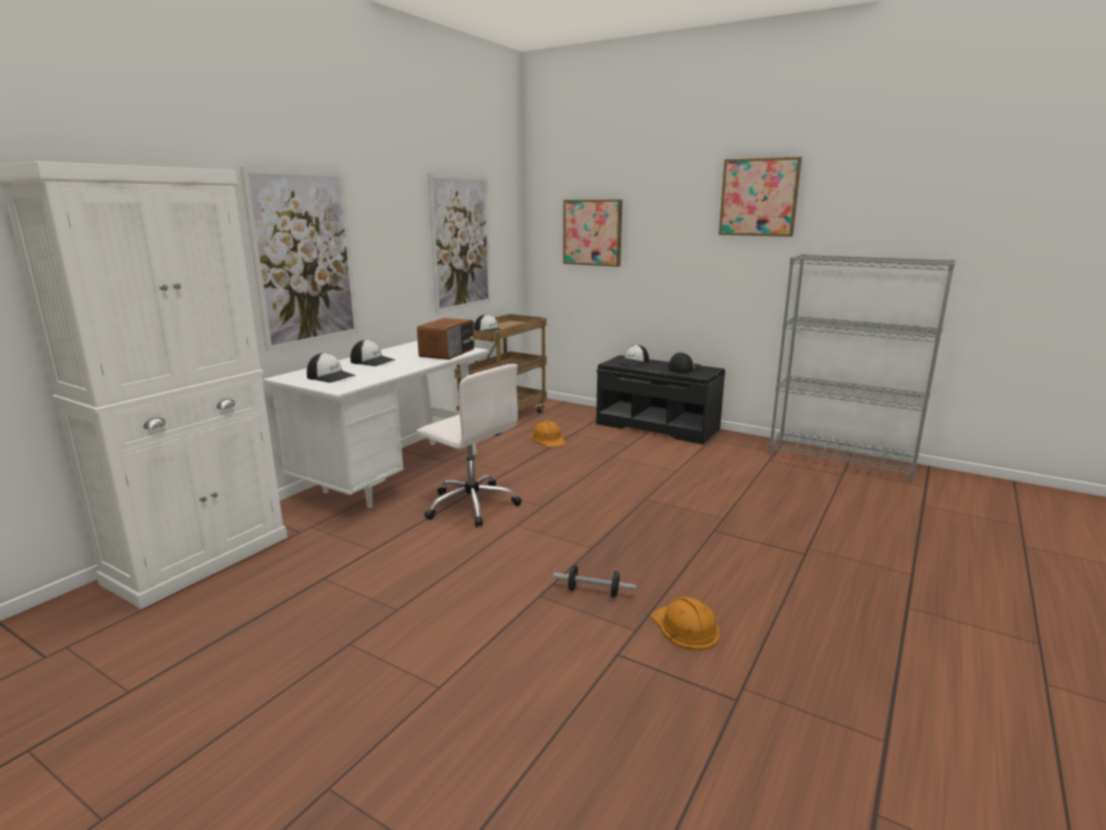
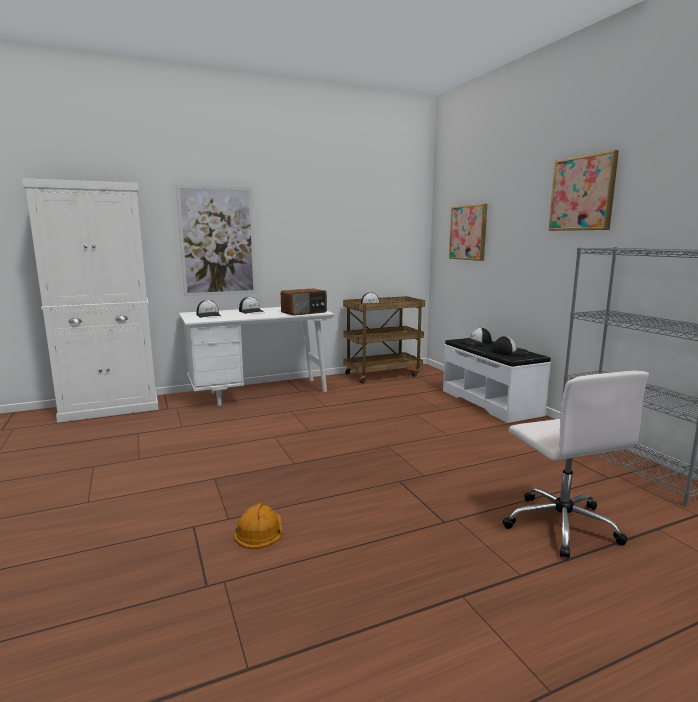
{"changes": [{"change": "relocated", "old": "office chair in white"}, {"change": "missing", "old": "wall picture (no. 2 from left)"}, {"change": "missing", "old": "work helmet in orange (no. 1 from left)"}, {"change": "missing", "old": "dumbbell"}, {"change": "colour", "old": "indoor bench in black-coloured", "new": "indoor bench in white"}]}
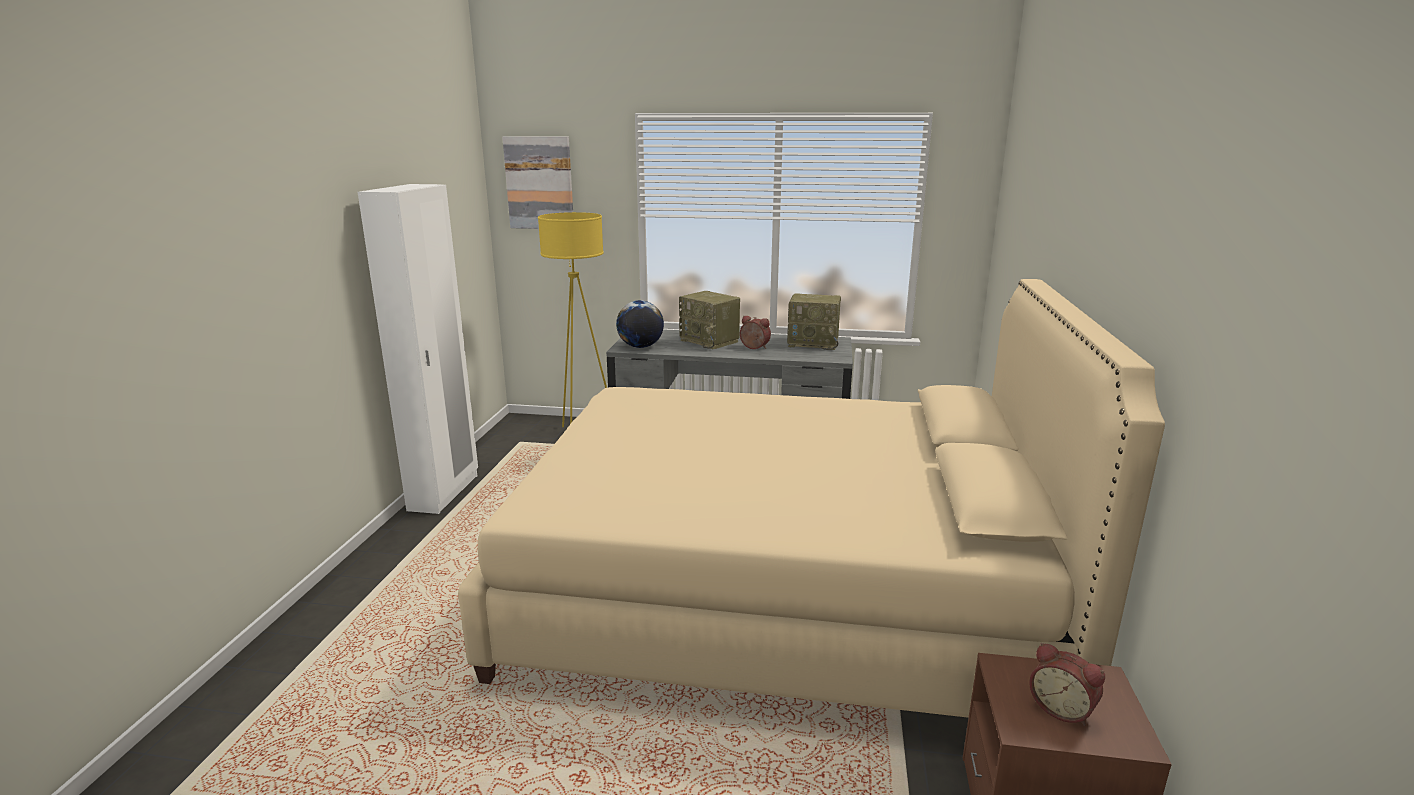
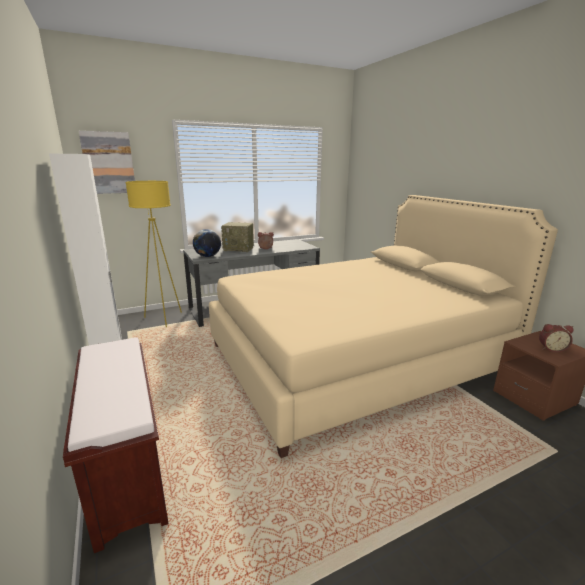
{"changes": [{"change": "missing", "old": "radio receiver (no. 2 from left)"}, {"change": "appeared", "new": "indoor bench in brown-coloured"}]}
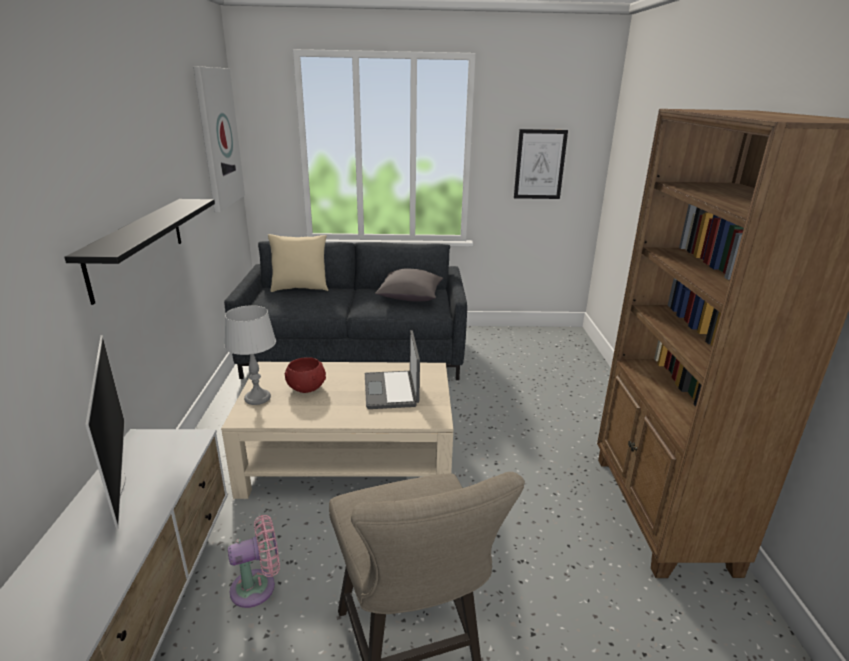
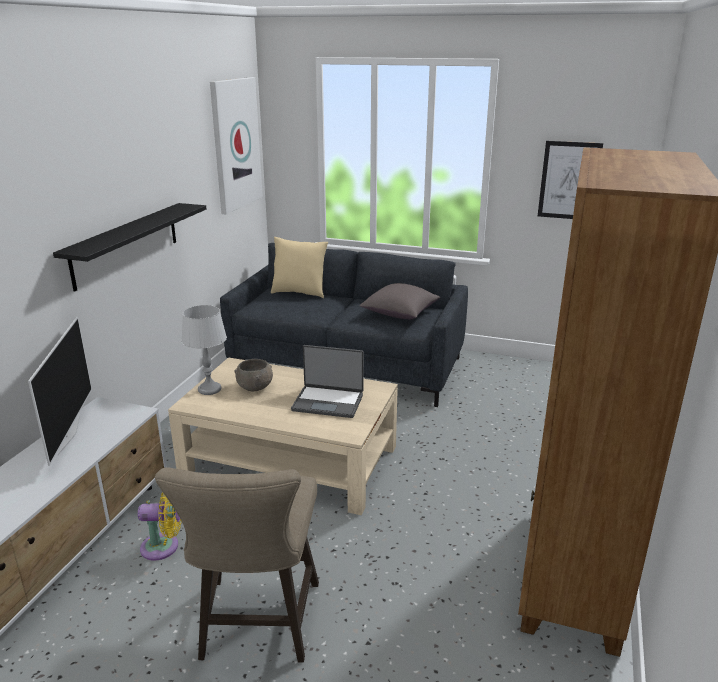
{"changes": [{"change": "colour", "old": "cooling fan in pink", "new": "cooling fan in yellowish"}, {"change": "colour", "old": "bowl in red-coloured", "new": "bowl in greyish"}, {"change": "spun", "old": "laptop", "degrees": -90}]}
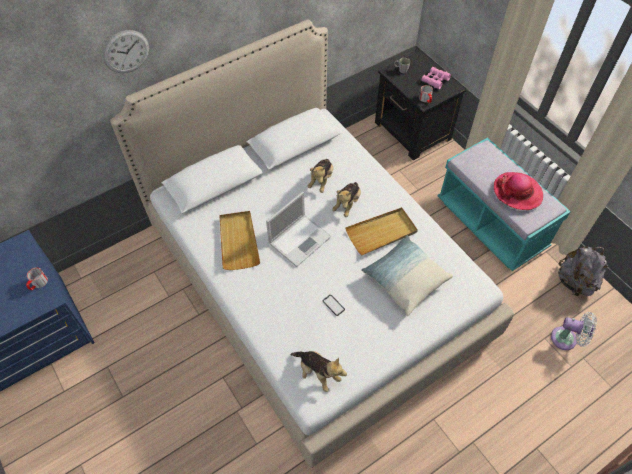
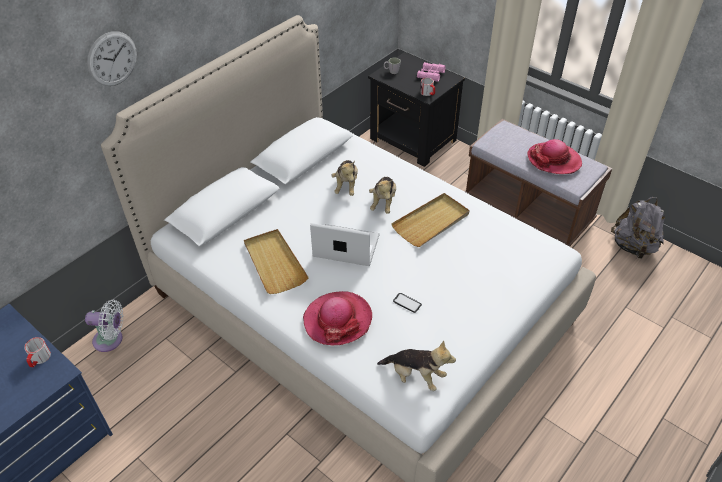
{"changes": [{"change": "spun", "old": "laptop", "degrees": -105}, {"change": "missing", "old": "pillow"}, {"change": "colour", "old": "indoor bench in turquoise-coloured", "new": "indoor bench in brown-coloured"}, {"change": "relocated", "old": "cooling fan in white"}, {"change": "appeared", "new": "hat (no. 1 from left)"}]}
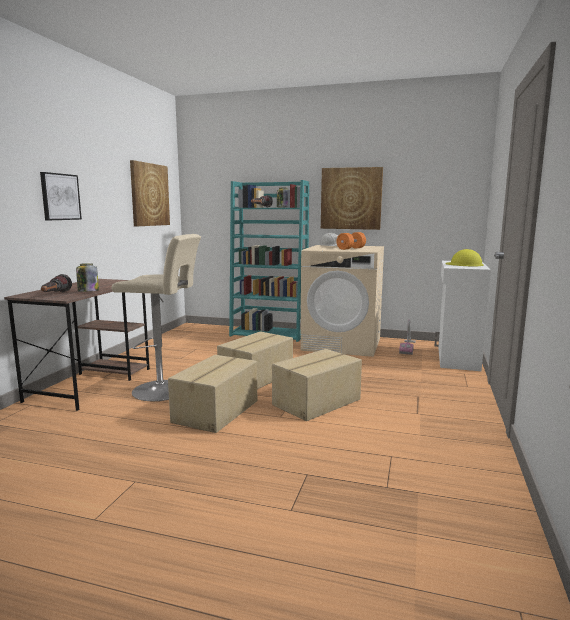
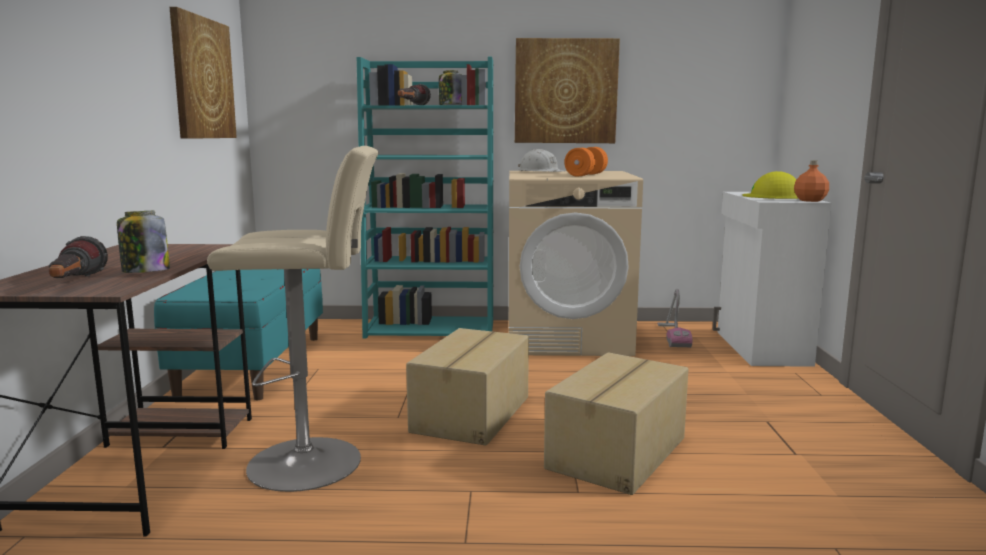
{"changes": [{"change": "missing", "old": "wall picture (no. 1 from left)"}, {"change": "missing", "old": "carton (no. 1 from left)"}, {"change": "appeared", "new": "indoor bench in turquoise-coloured"}, {"change": "appeared", "new": "beverage bottle in orange"}]}
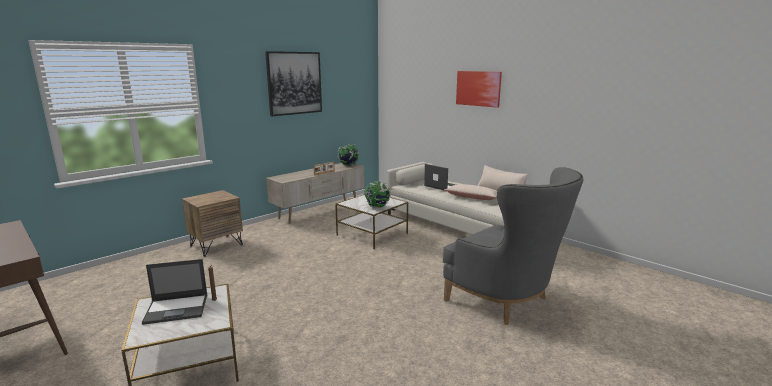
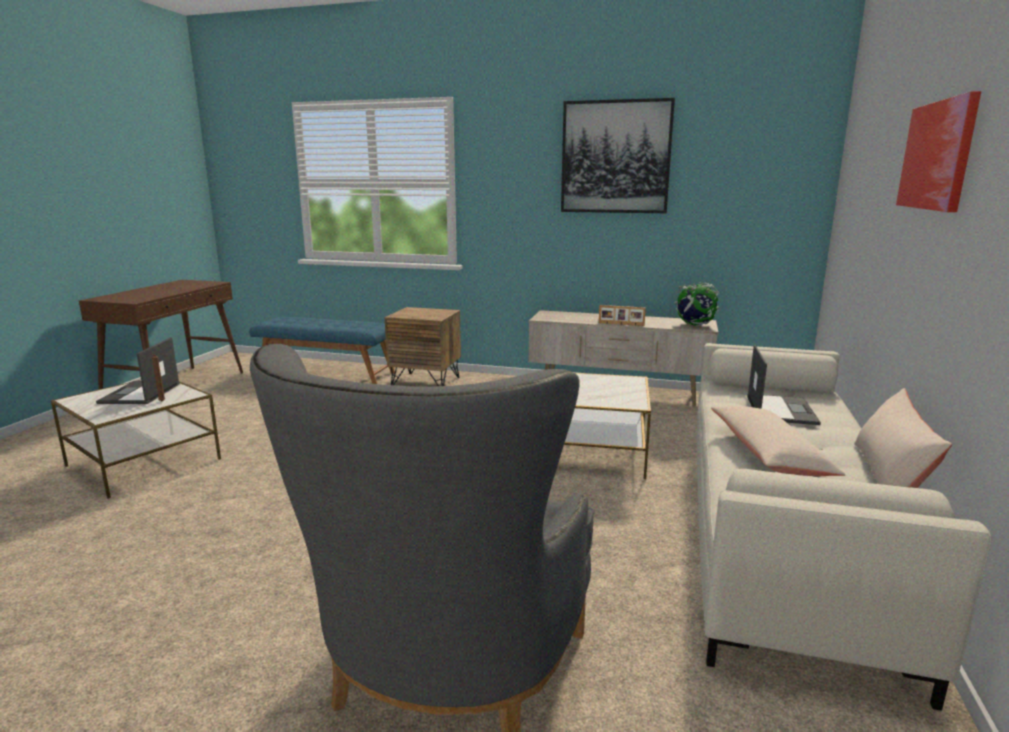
{"changes": [{"change": "spun", "old": "laptop (no. 1 from left)", "degrees": 45}, {"change": "missing", "old": "world globe (no. 2 from left)"}, {"change": "appeared", "new": "indoor bench in blue-coloured"}]}
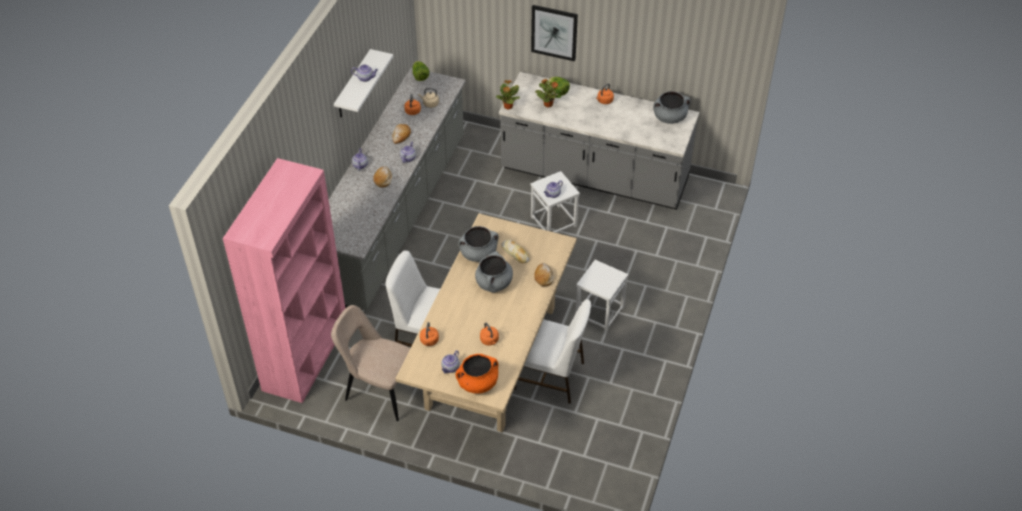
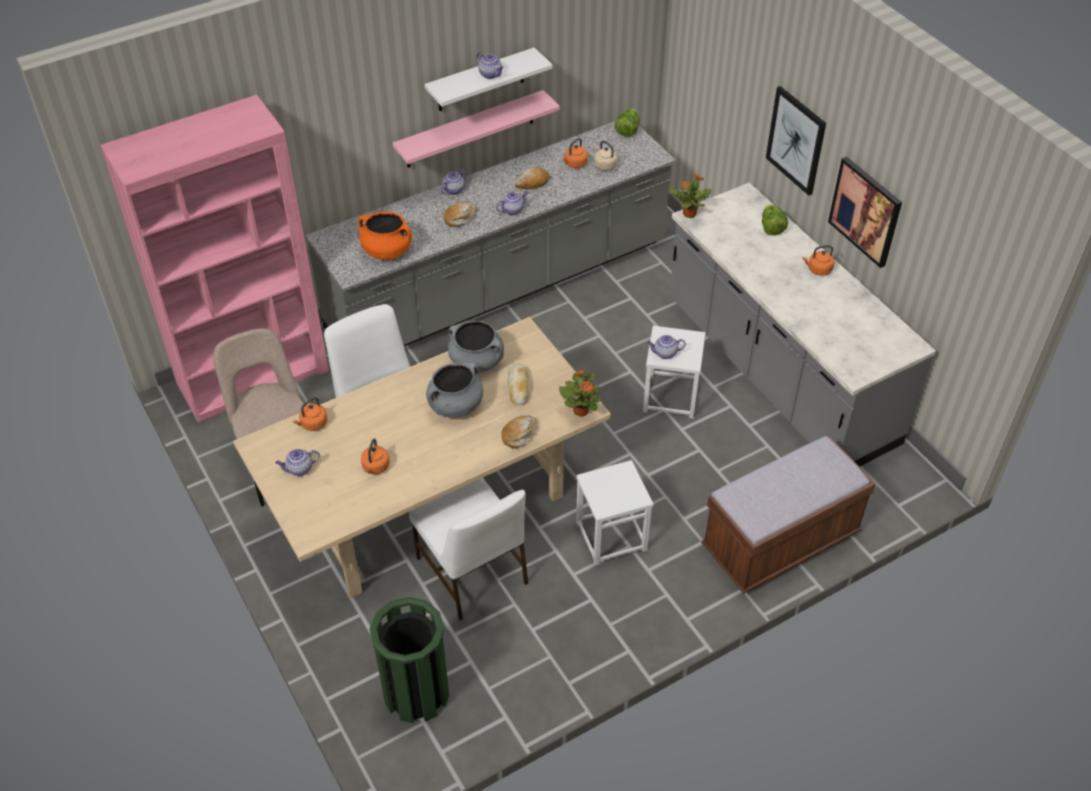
{"changes": [{"change": "relocated", "old": "saucepot in orange"}, {"change": "relocated", "old": "potted plant (no. 2 from left in the first image)", "new": "potted plant (no. 1 from left)"}, {"change": "missing", "old": "saucepot in greyish (no. 3 from left)"}, {"change": "appeared", "new": "rubbish bin in green"}, {"change": "appeared", "new": "bracket shelf in pink"}, {"change": "appeared", "new": "indoor bench in brown-coloured"}, {"change": "appeared", "new": "wall picture (no. 2 from left)"}]}
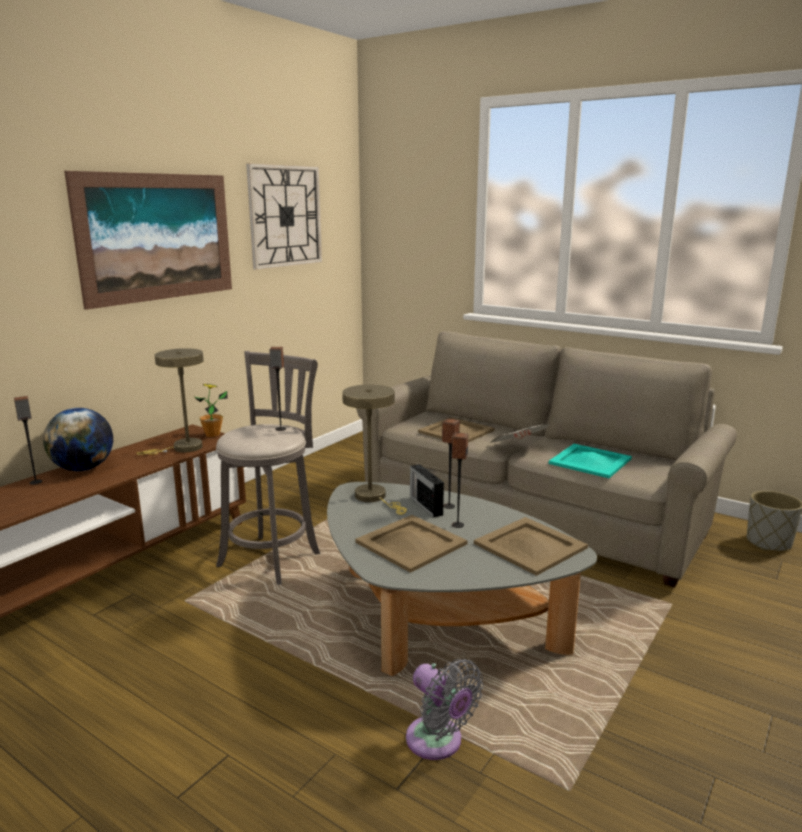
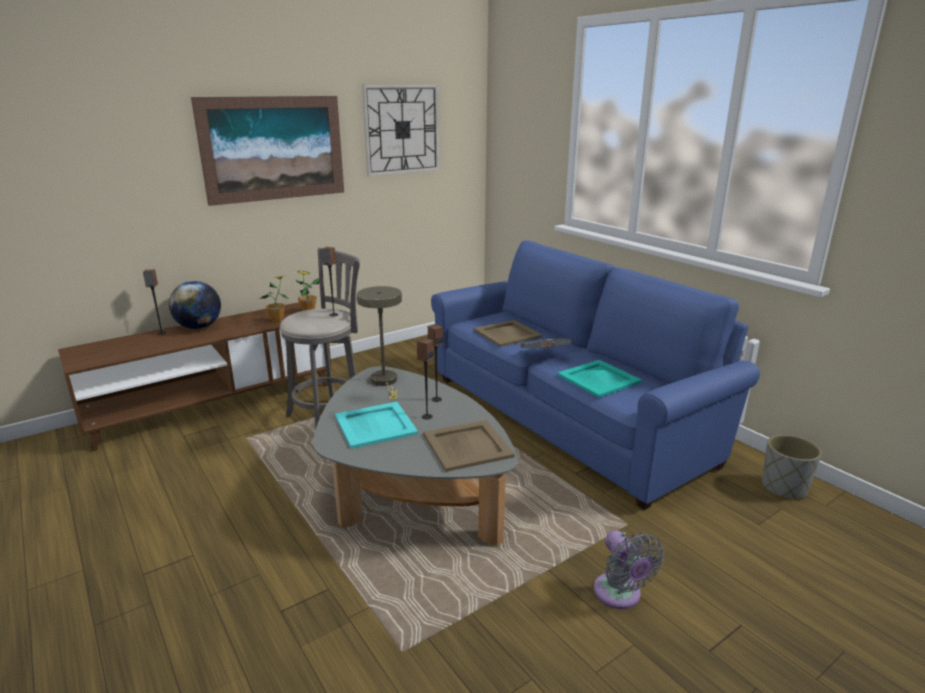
{"changes": [{"change": "exchanged", "old": "table lamp in beige-coloured (no. 1 from left)", "new": "potted plant (no. 1 from left)"}, {"change": "colour", "old": "serving tray in beige-coloured (no. 1 from left)", "new": "serving tray in turquoise-coloured (no. 1 from left)"}, {"change": "colour", "old": "couch in beige-coloured", "new": "couch in blue-coloured"}, {"change": "relocated", "old": "cooling fan in greyish"}, {"change": "missing", "old": "radio receiver"}]}
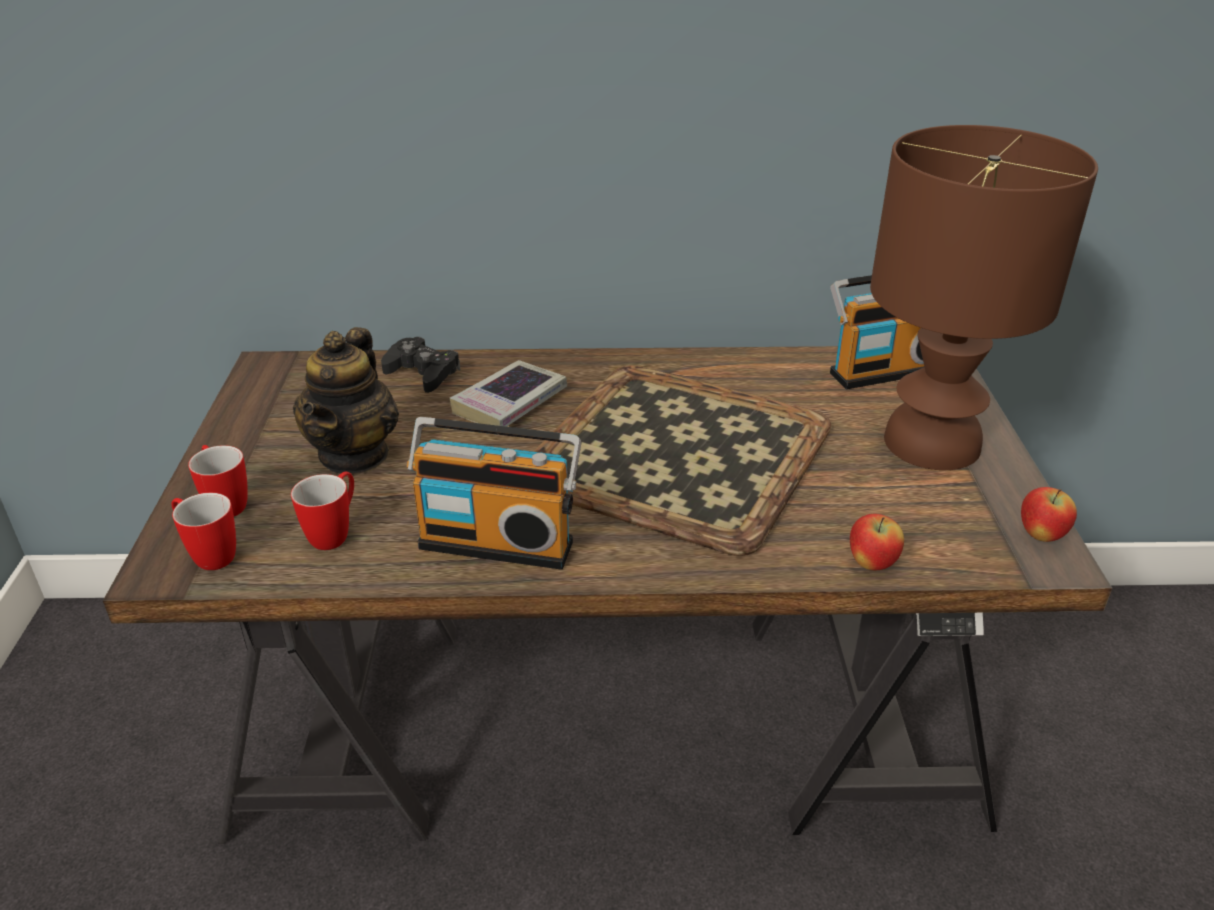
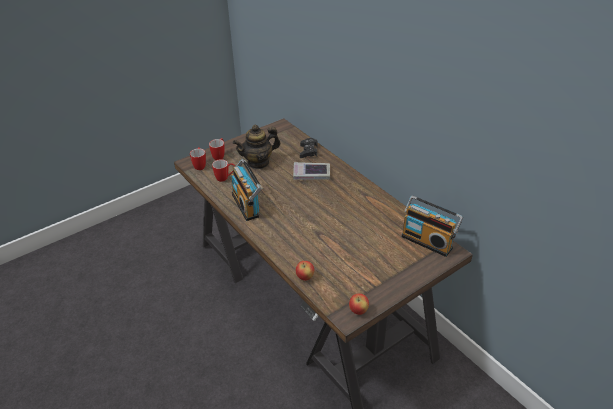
{"changes": [{"change": "missing", "old": "serving tray"}, {"change": "missing", "old": "table lamp in brown-coloured"}]}
